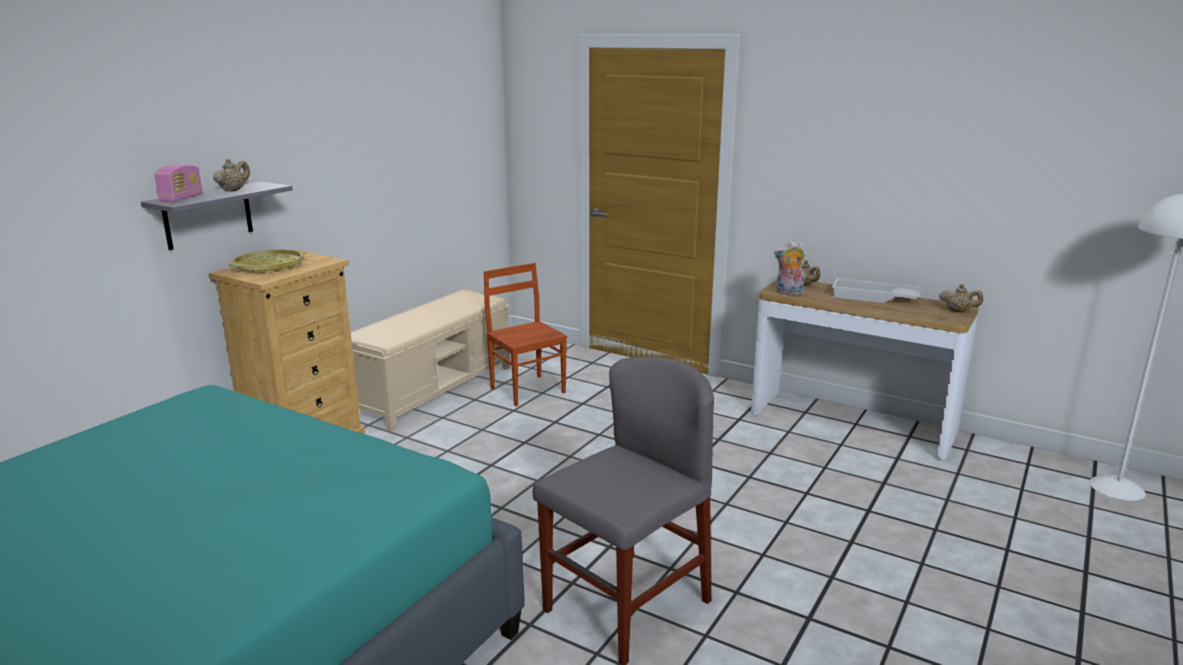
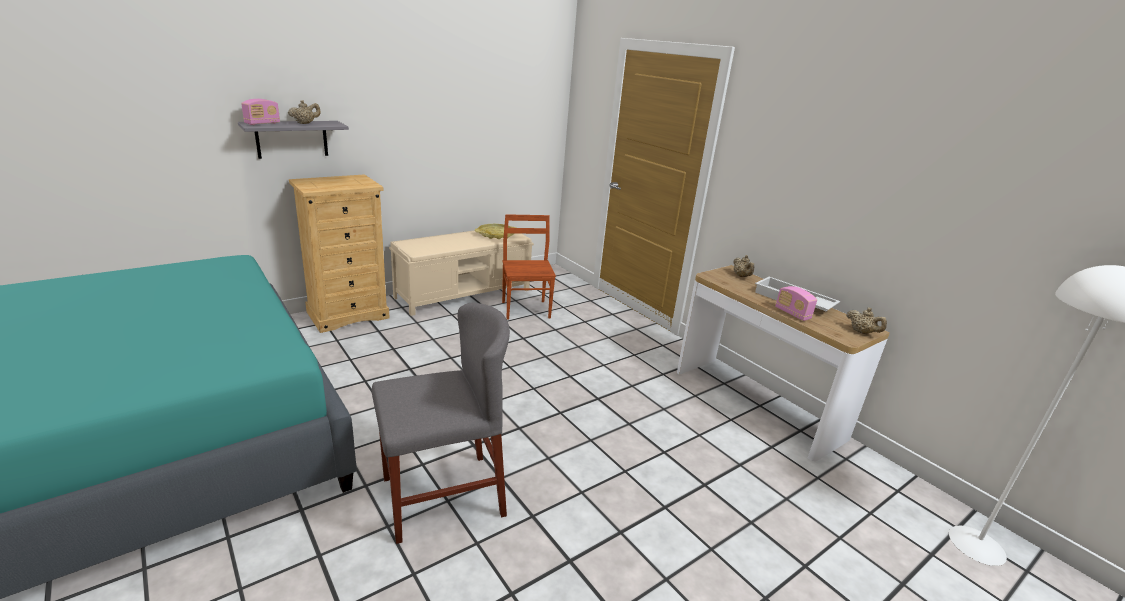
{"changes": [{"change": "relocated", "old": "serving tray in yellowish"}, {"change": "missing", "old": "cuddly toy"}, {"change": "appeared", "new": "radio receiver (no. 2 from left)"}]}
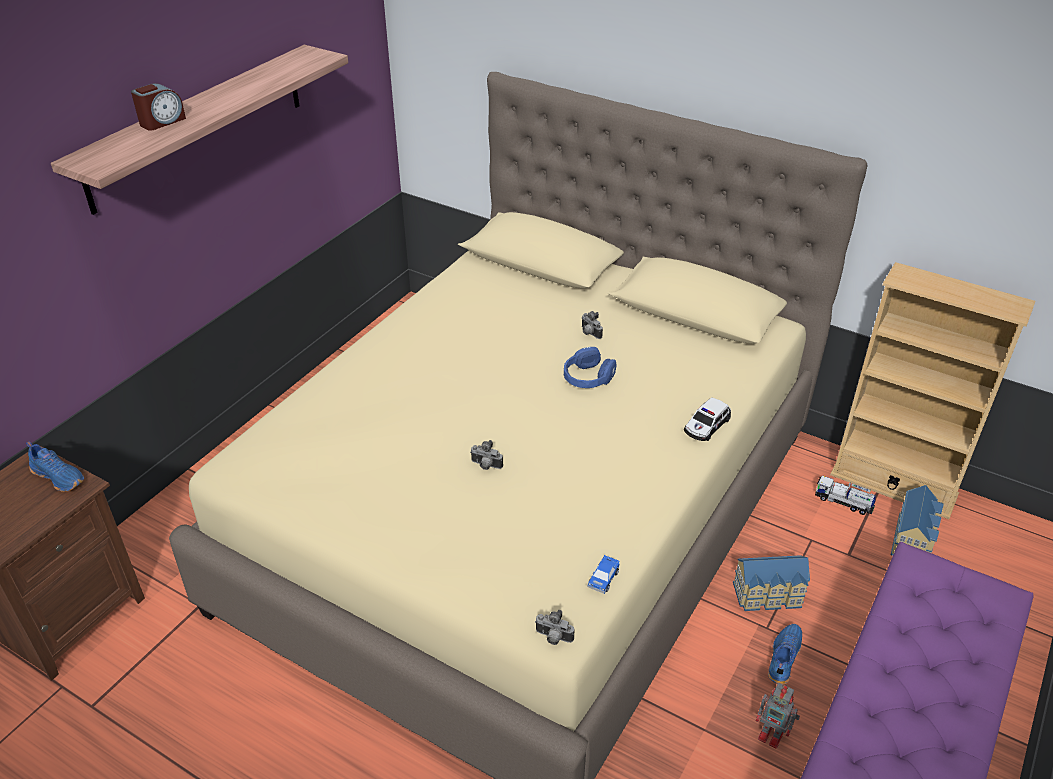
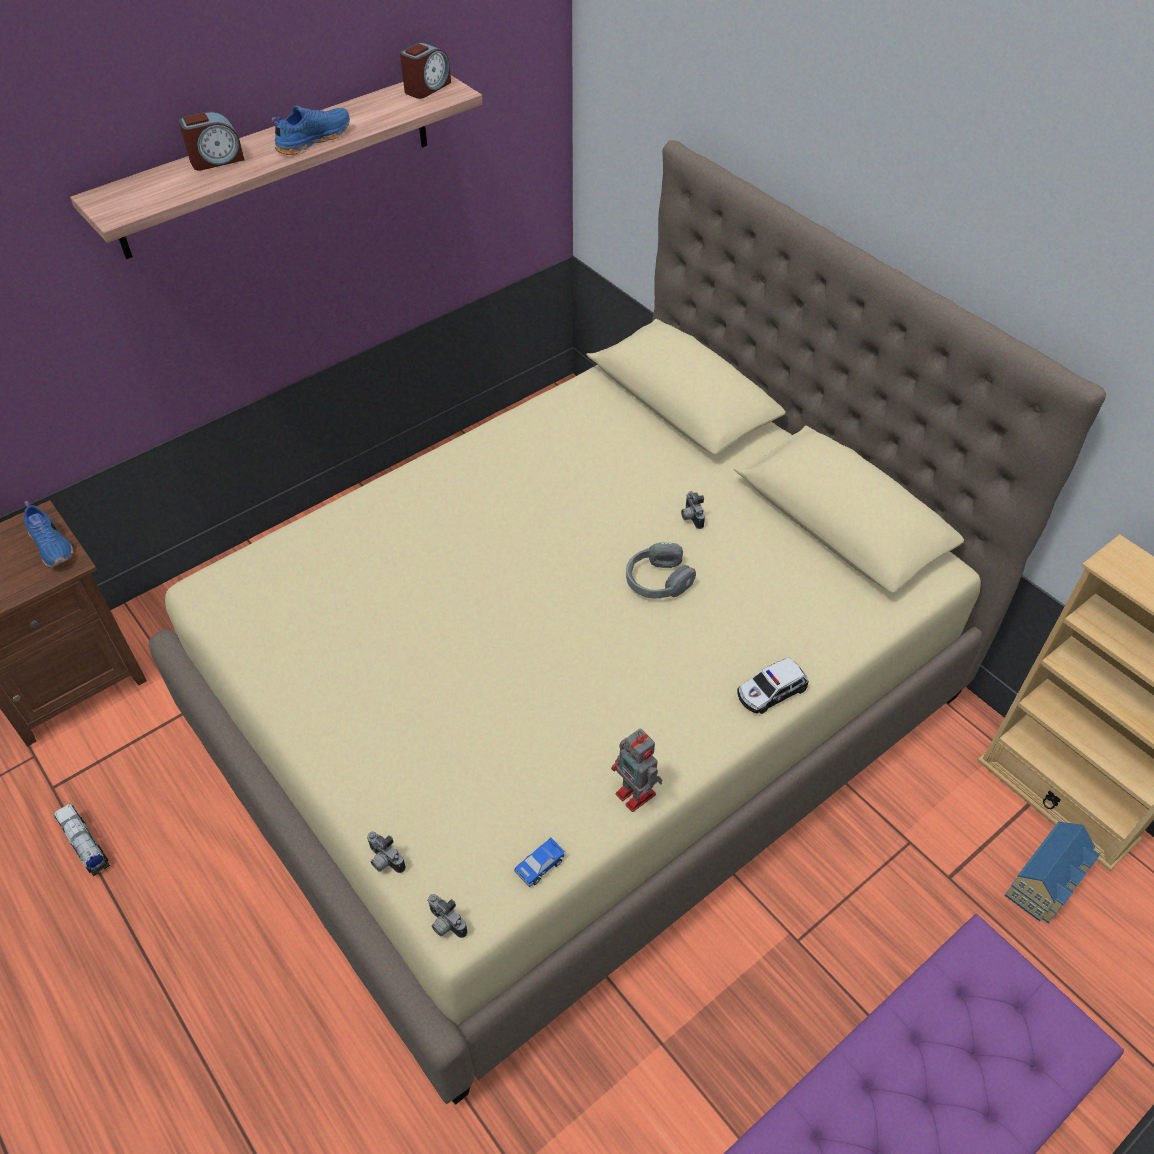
{"changes": [{"change": "relocated", "old": "still camera (no. 1 from left)"}, {"change": "colour", "old": "headset in blue-coloured", "new": "headset in greyish"}, {"change": "missing", "old": "toy house (no. 1 from left)"}, {"change": "relocated", "old": "model robot"}, {"change": "relocated", "old": "item of footwear in blue-coloured (no. 2 from left)"}, {"change": "relocated", "old": "model truck"}, {"change": "appeared", "new": "table clock (no. 2 from left)"}]}
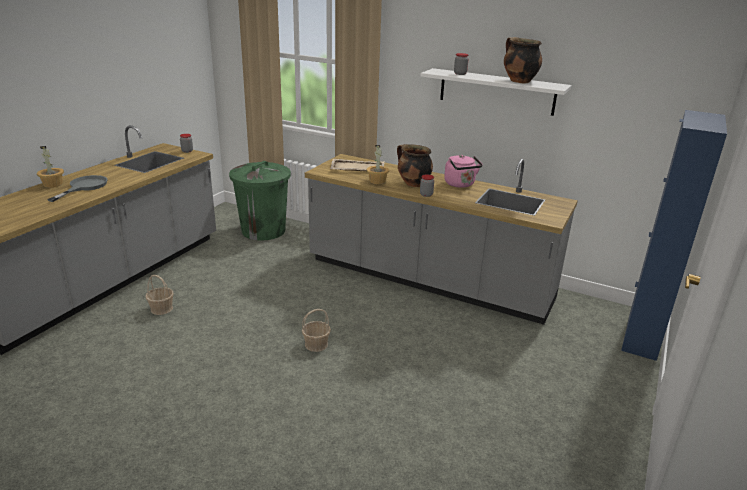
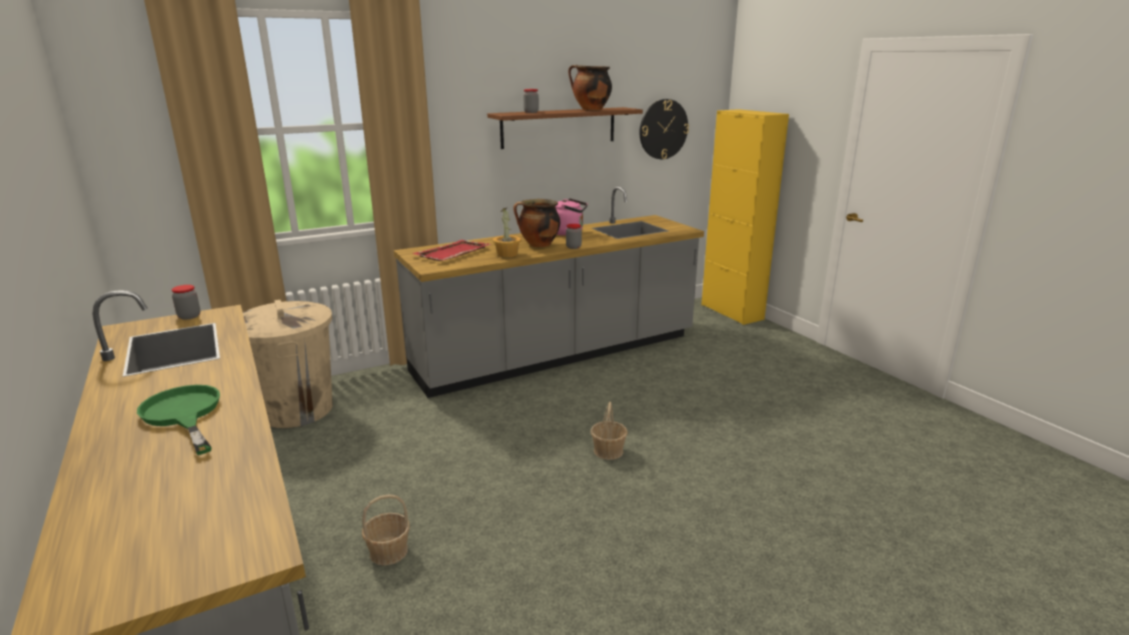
{"changes": [{"change": "missing", "old": "potted plant (no. 1 from left)"}, {"change": "colour", "old": "frying pan in greyish", "new": "frying pan in green"}, {"change": "colour", "old": "rubbish bin in green", "new": "rubbish bin in beige-coloured"}, {"change": "colour", "old": "serving tray in beige-coloured", "new": "serving tray in red-coloured"}, {"change": "colour", "old": "bracket shelf in white", "new": "bracket shelf in brown-coloured"}, {"change": "colour", "old": "cabinet in blue-coloured", "new": "cabinet in yellowish"}, {"change": "appeared", "new": "wall clock"}]}
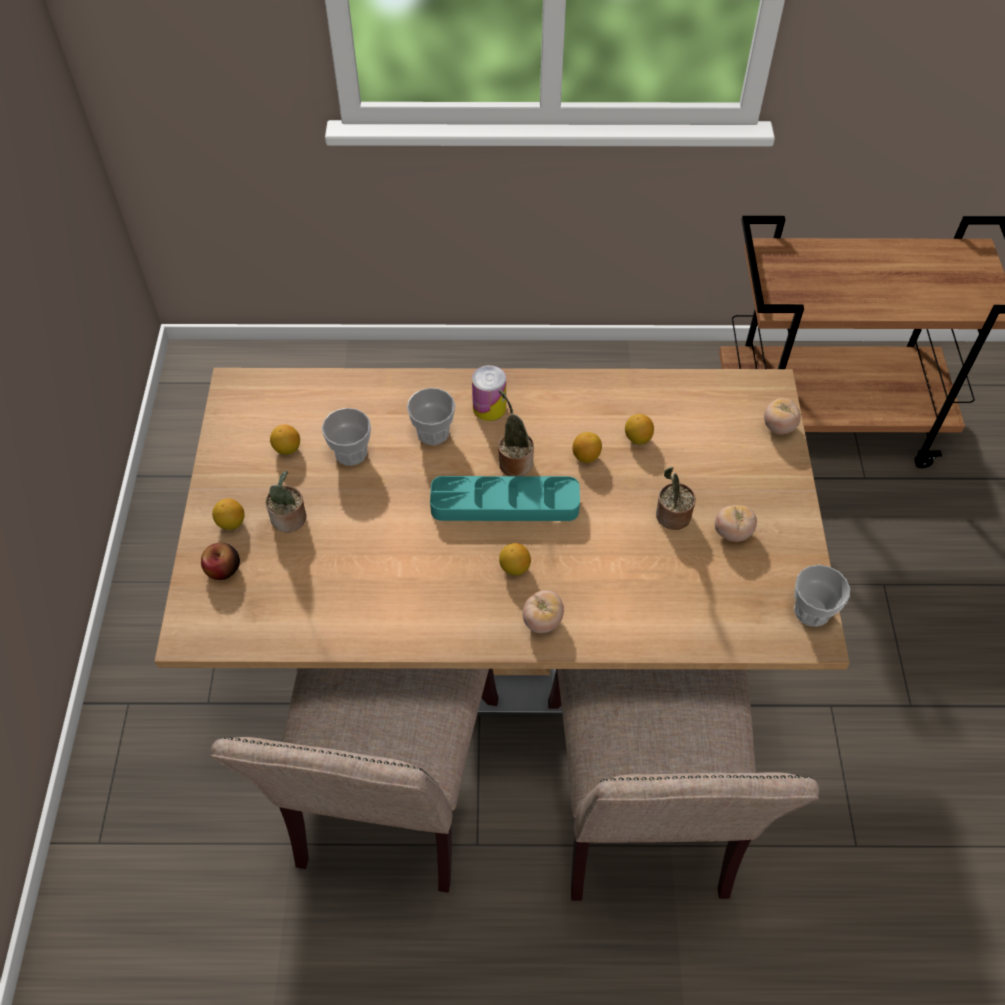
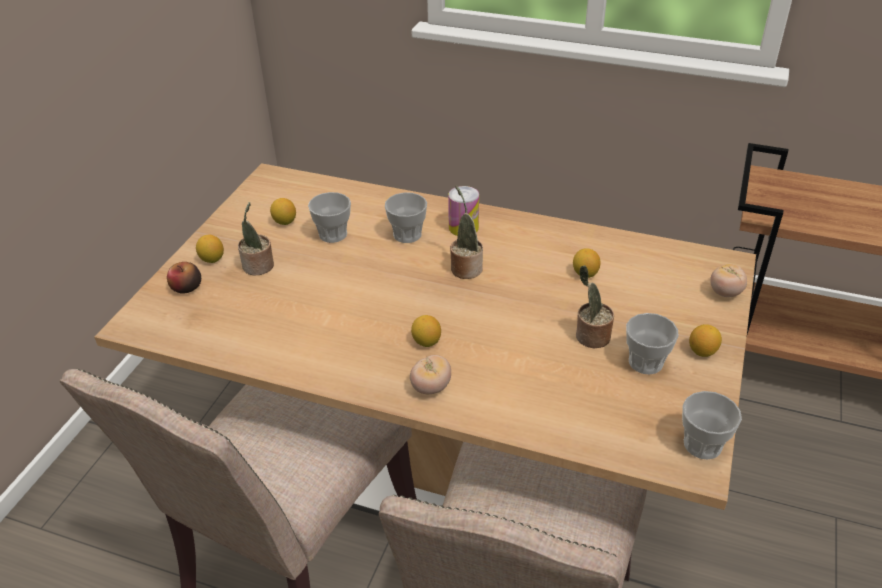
{"changes": [{"change": "missing", "old": "serving tray in turquoise-coloured"}, {"change": "relocated", "old": "lemon (no. 4 from left in the first image)", "new": "lemon (no. 5 from left)"}, {"change": "exchanged", "old": "whole tomato (no. 2 from left)", "new": "drinking cup (no. 3 from left)"}]}
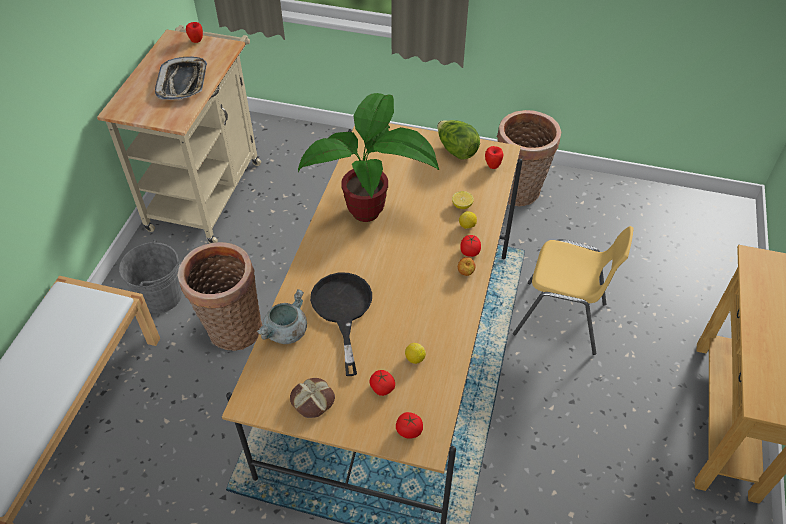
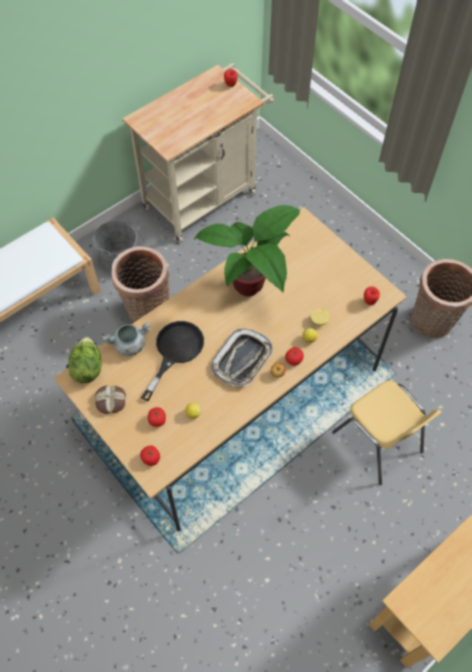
{"changes": [{"change": "relocated", "old": "serving tray"}, {"change": "relocated", "old": "lettuce"}]}
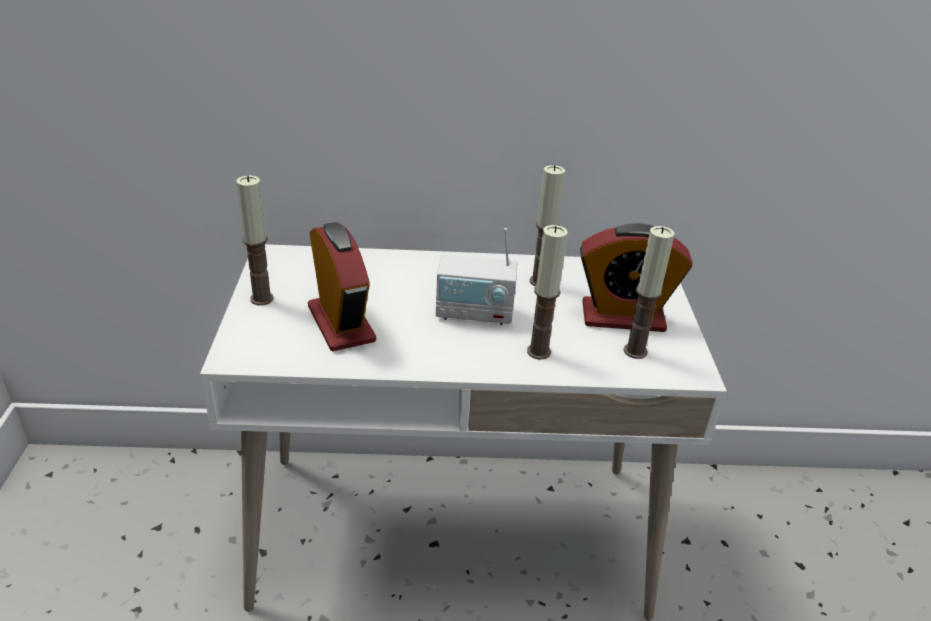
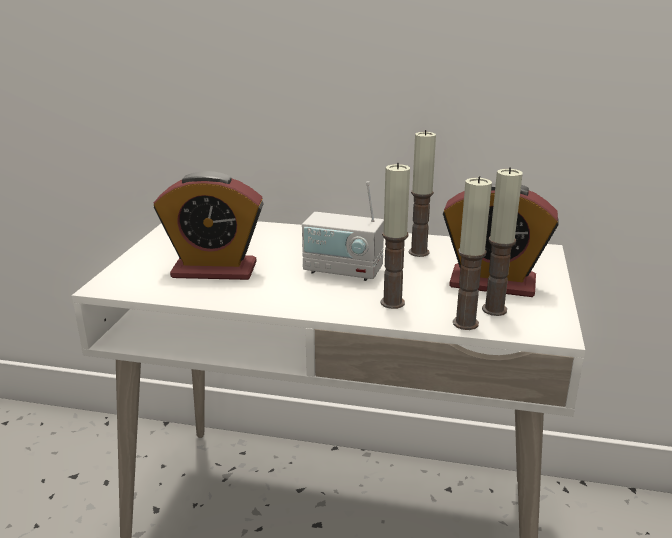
{"changes": [{"change": "relocated", "old": "wax light (no. 1 from left in the first image)", "new": "wax light (no. 3 from left)"}, {"change": "spun", "old": "table clock (no. 1 from left)", "degrees": 105}]}
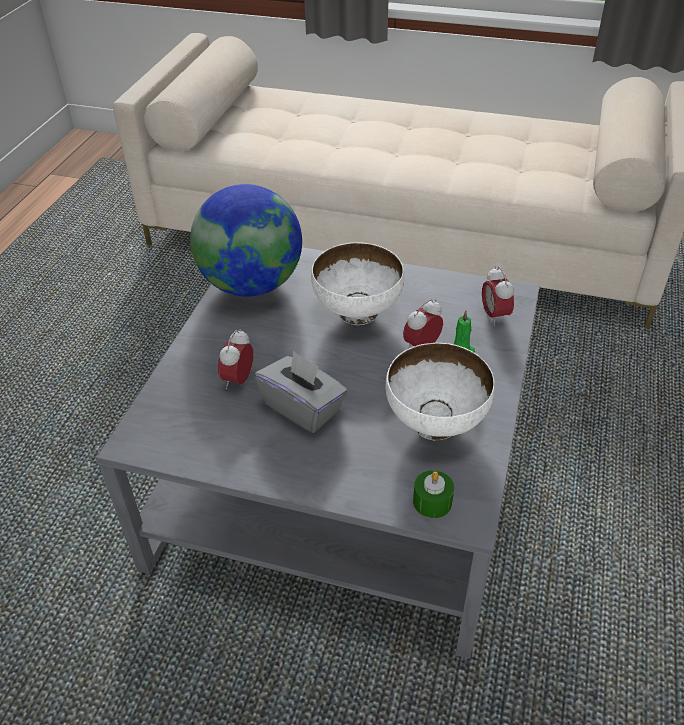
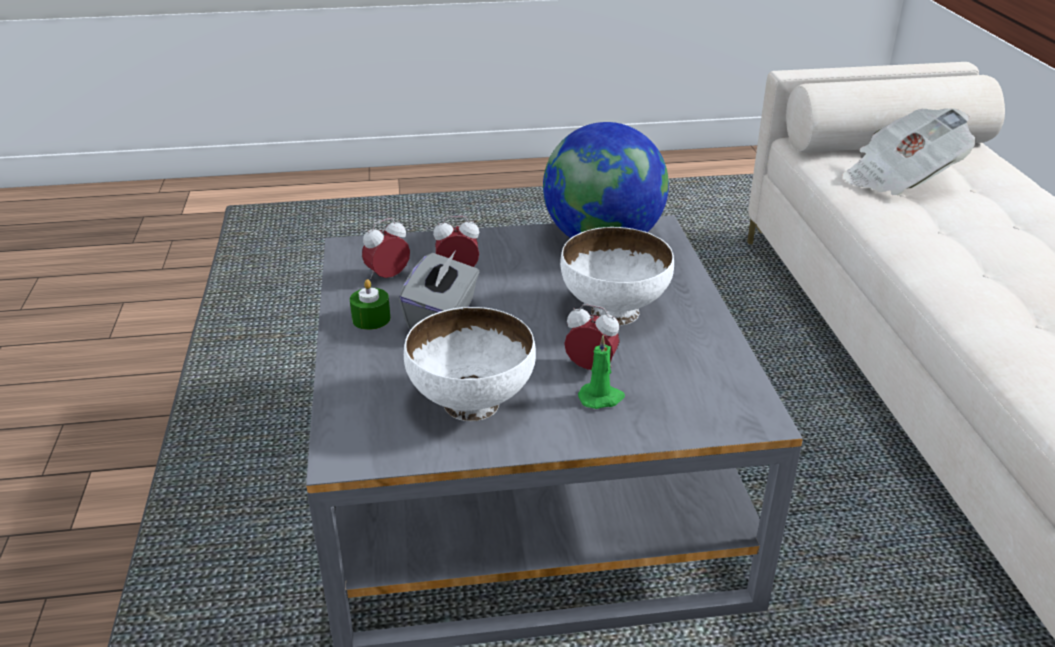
{"changes": [{"change": "relocated", "old": "wax light in green (no. 1 from left)"}, {"change": "relocated", "old": "table clock (no. 3 from left in the first image)", "new": "table clock (no. 1 from left)"}, {"change": "appeared", "new": "printed paper"}]}
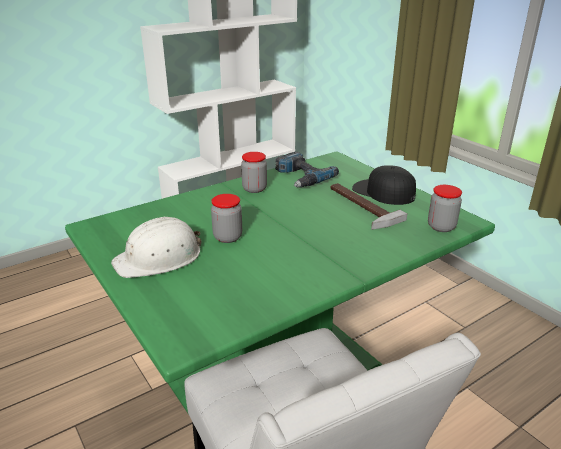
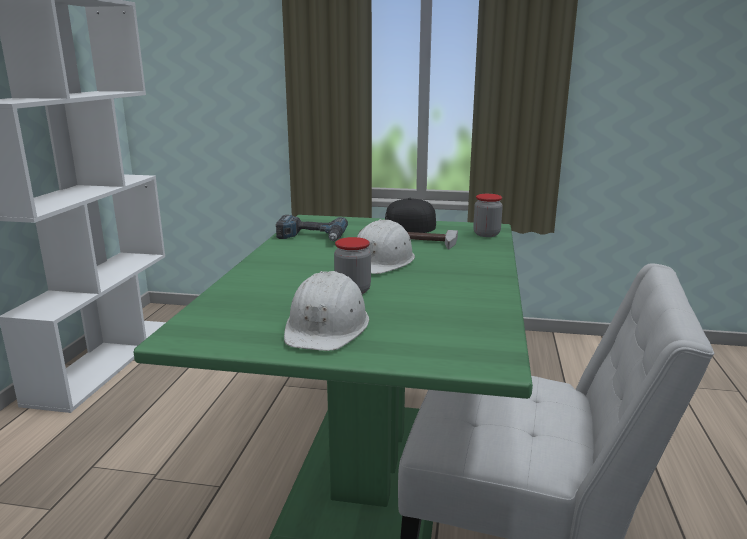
{"changes": [{"change": "missing", "old": "storage jar (no. 2 from left)"}, {"change": "appeared", "new": "work helmet in white (no. 2 from left)"}]}
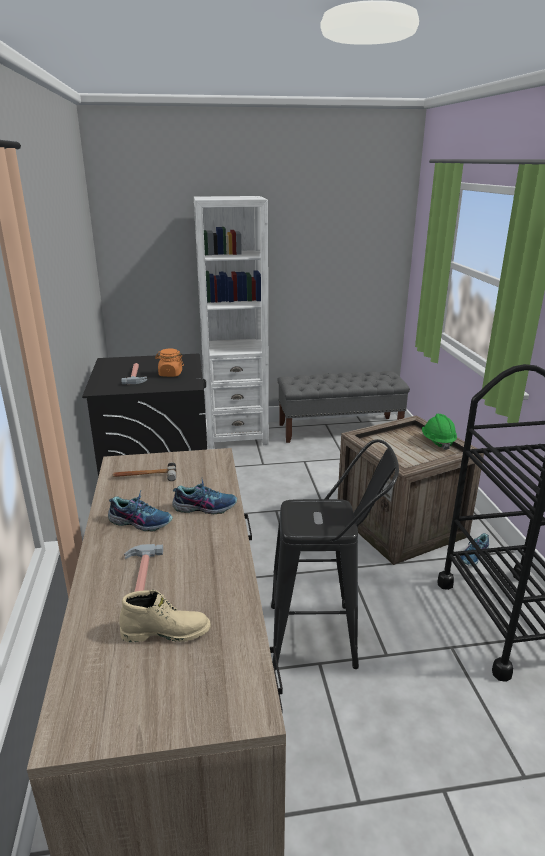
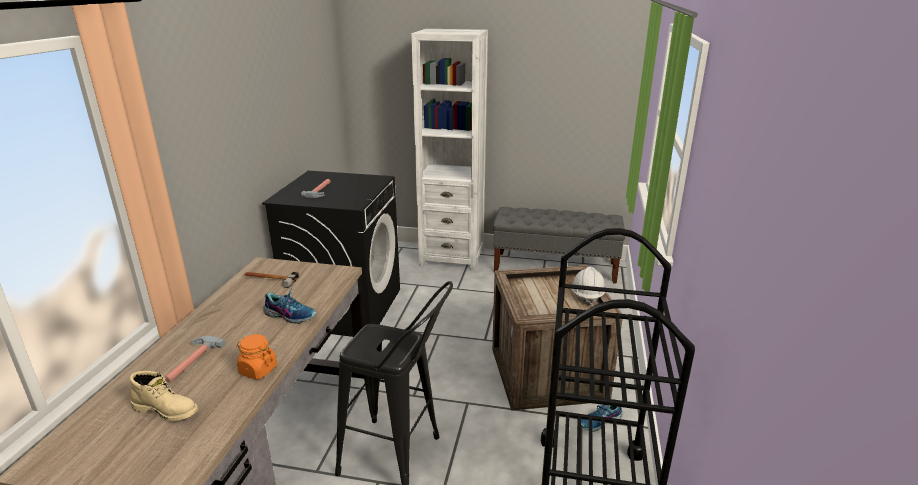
{"changes": [{"change": "missing", "old": "item of footwear (no. 1 from left)"}, {"change": "relocated", "old": "storage jar in orange"}, {"change": "colour", "old": "work helmet in green", "new": "work helmet in white"}]}
